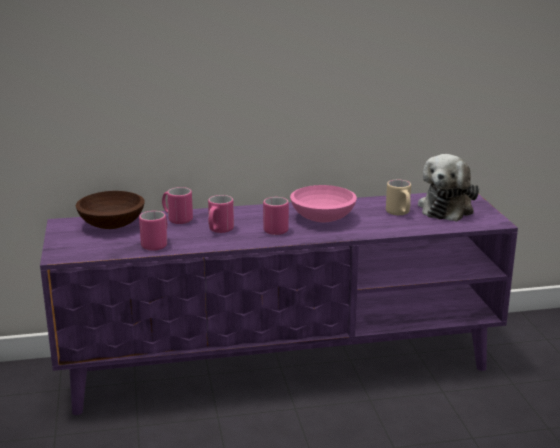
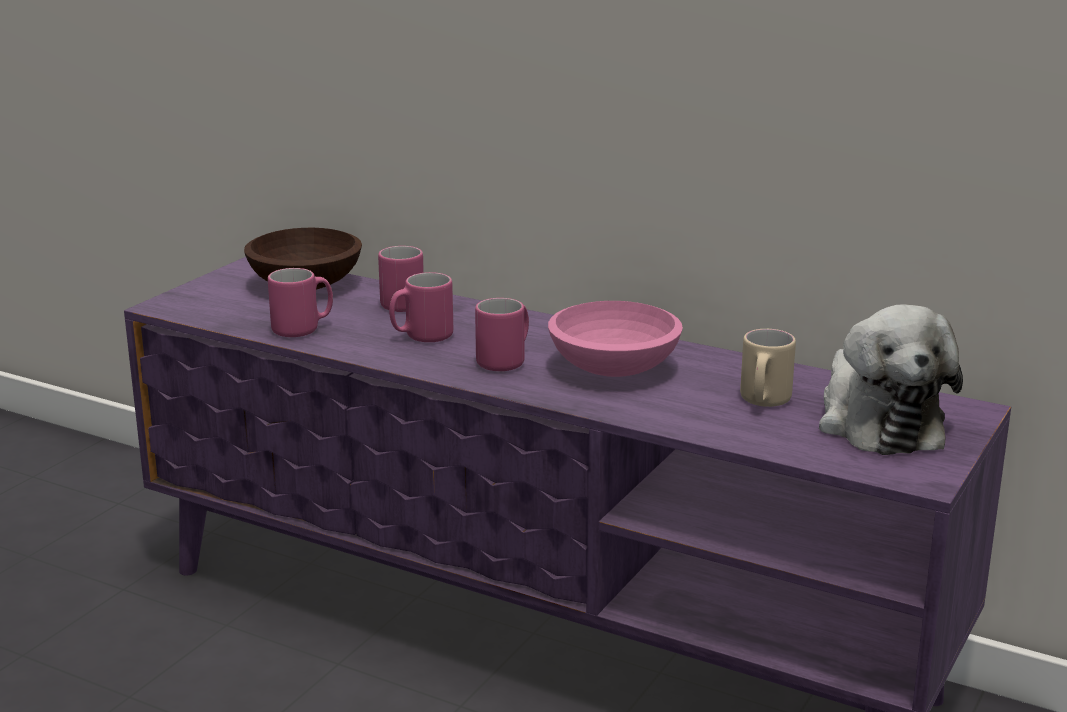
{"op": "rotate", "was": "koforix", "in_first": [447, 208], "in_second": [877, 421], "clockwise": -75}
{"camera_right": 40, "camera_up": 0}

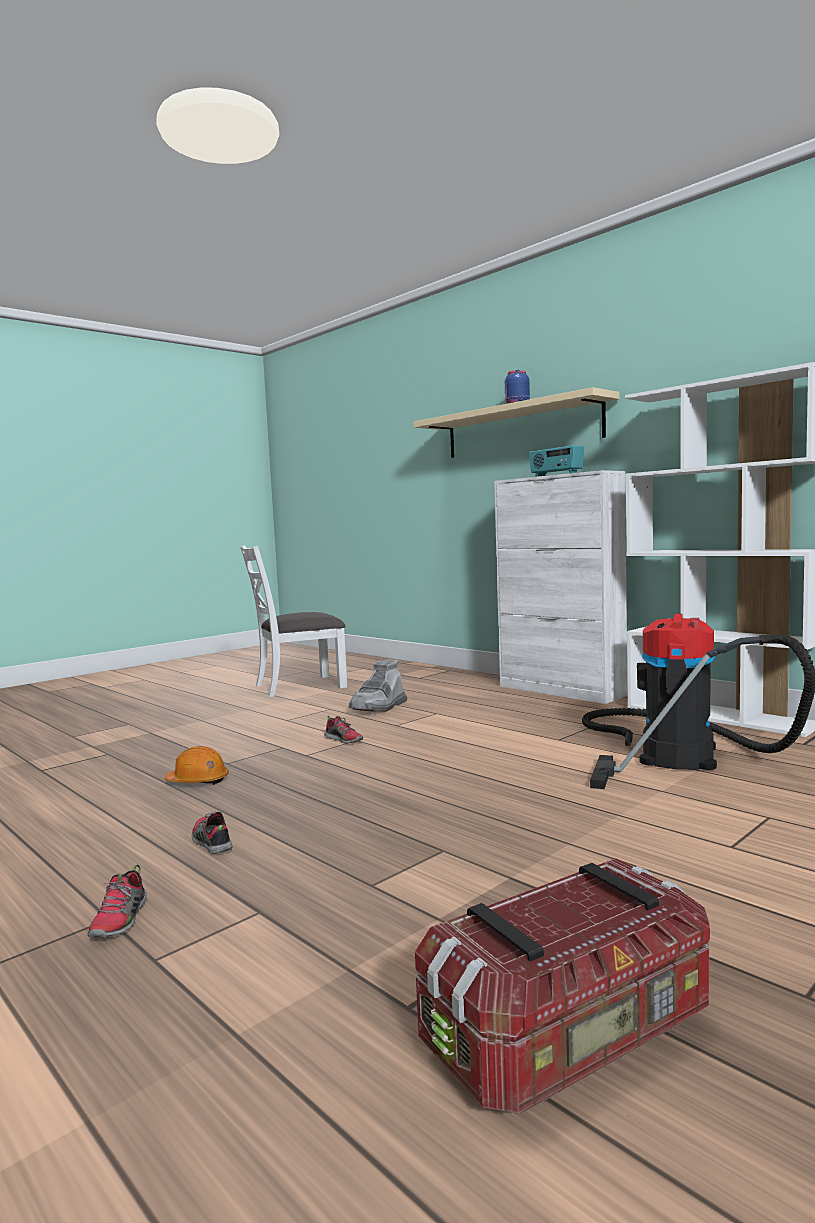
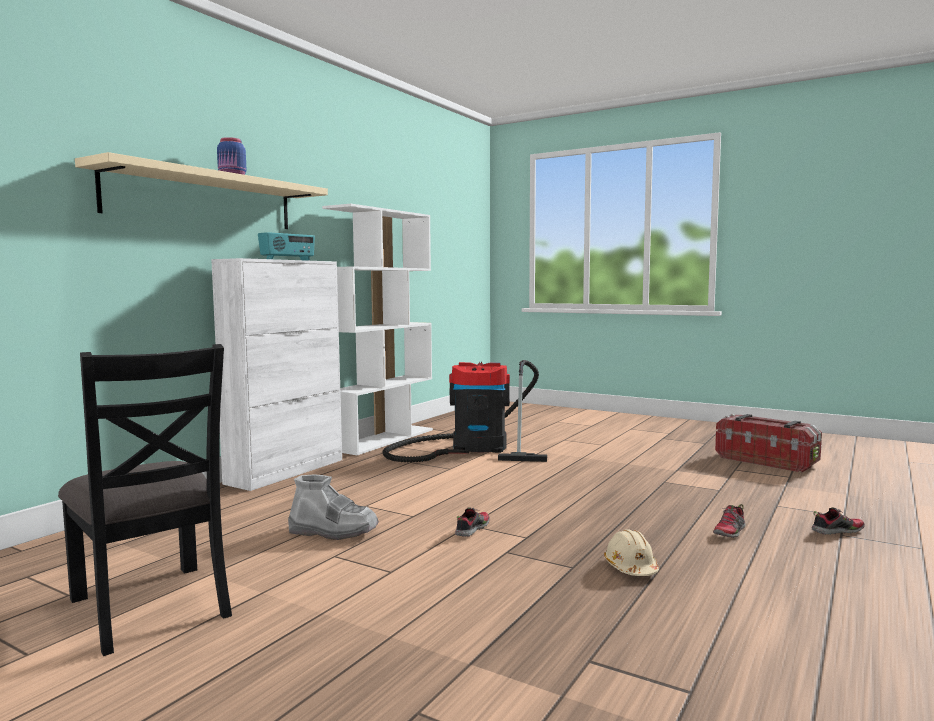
{"op": "recolor", "was": "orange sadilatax", "now": "beige sadilatax", "in_first": [198, 781], "in_second": [630, 567]}
{"op": "recolor", "was": "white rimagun", "now": "black rimagun", "in_first": [299, 686], "in_second": [152, 606]}
{"camera_right": -105, "camera_up": 0}

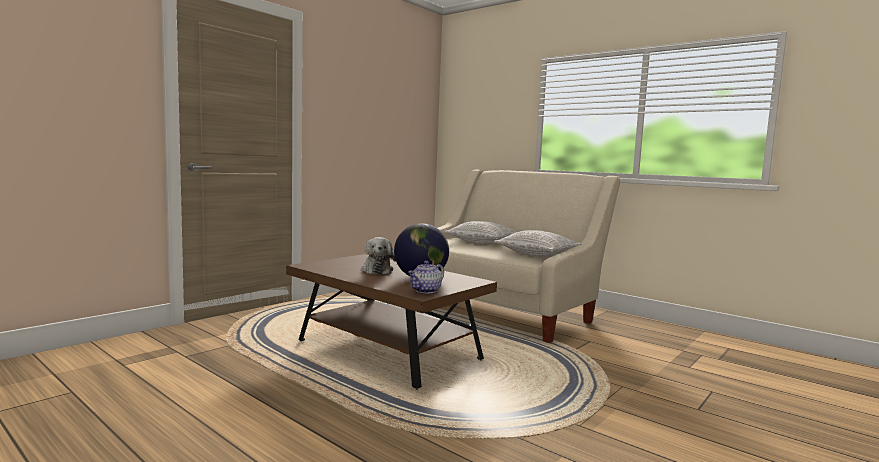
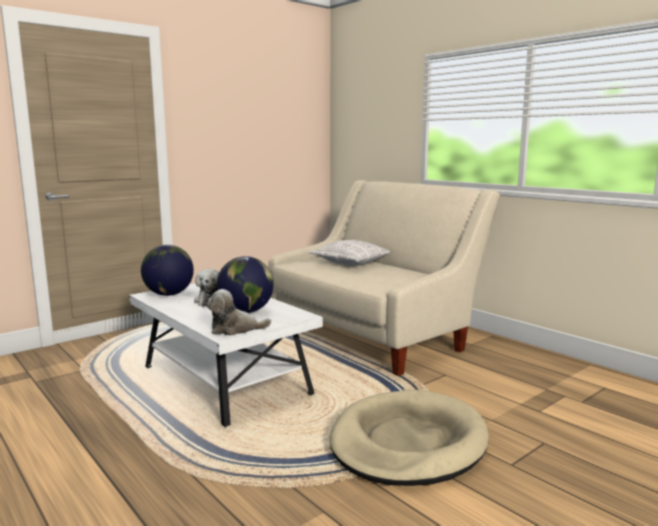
{"op": "delete", "was": "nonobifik", "in_first": [537, 254]}
{"op": "insert", "now": "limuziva", "in_second": [169, 294]}
{"op": "insert", "now": "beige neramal", "in_second": [407, 443]}
{"op": "replace", "was": "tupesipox", "now": "koforix", "in_first": [426, 291], "in_second": [235, 329]}
{"op": "recolor", "was": "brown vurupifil", "now": "white vurupifil", "in_first": [387, 351], "in_second": [224, 381]}
{"camera_right": 10, "camera_up": 5}

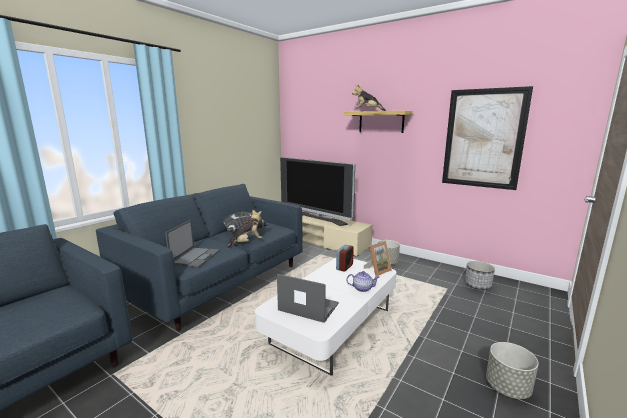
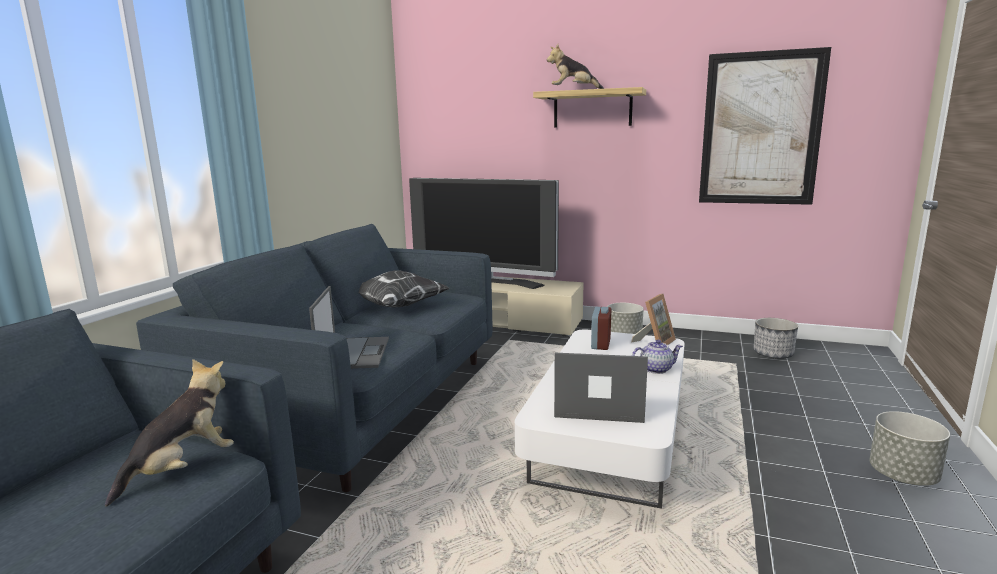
{"op": "move", "was": "koforix", "in_first": [247, 243], "in_second": [182, 469]}
{"camera_right": -15, "camera_up": 0}

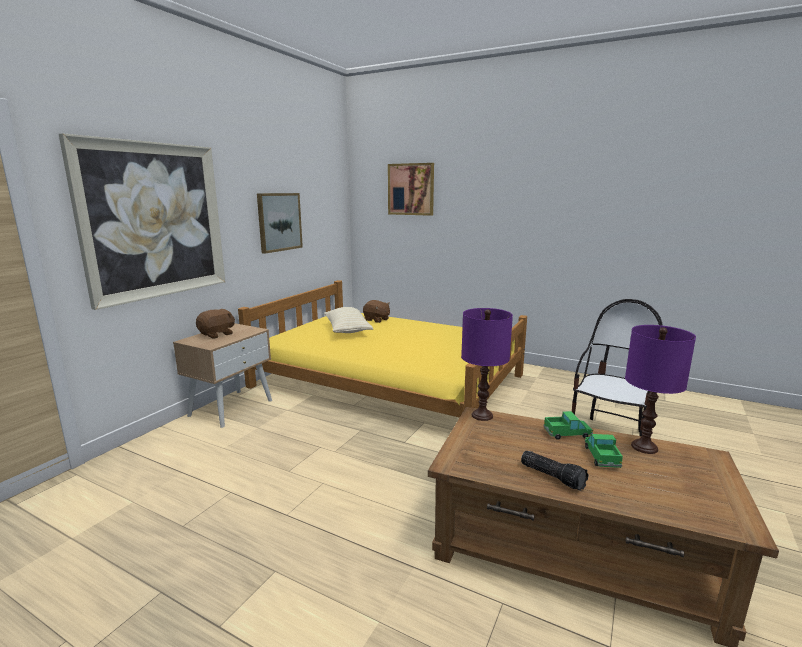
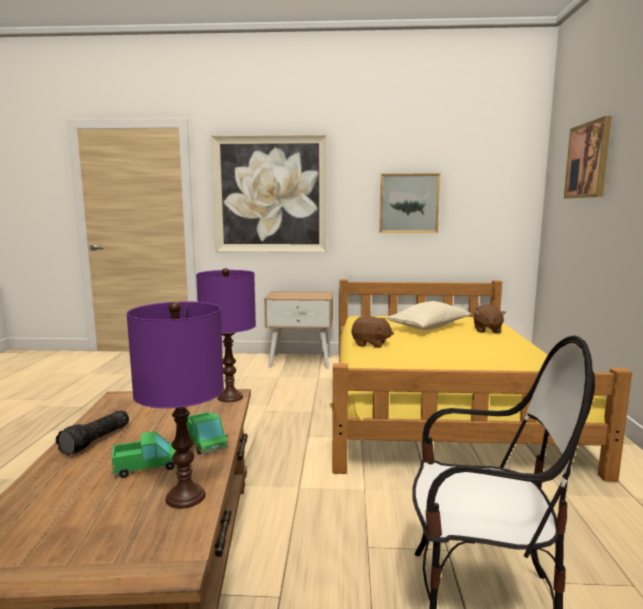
{"op": "move", "was": "brown koforix", "in_first": [217, 334], "in_second": [370, 344]}
{"camera_right": 65, "camera_up": -5}

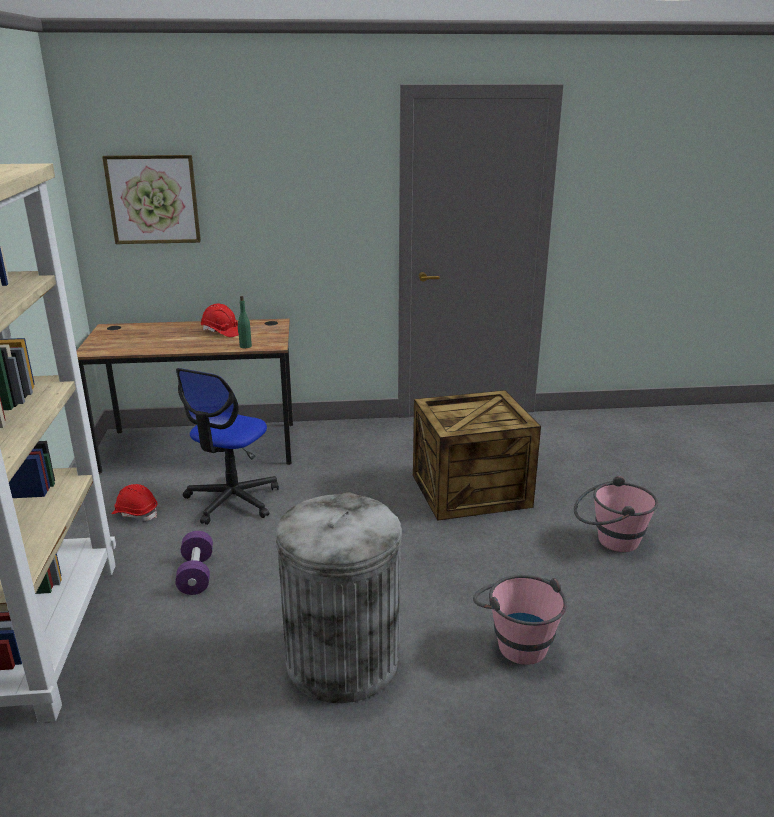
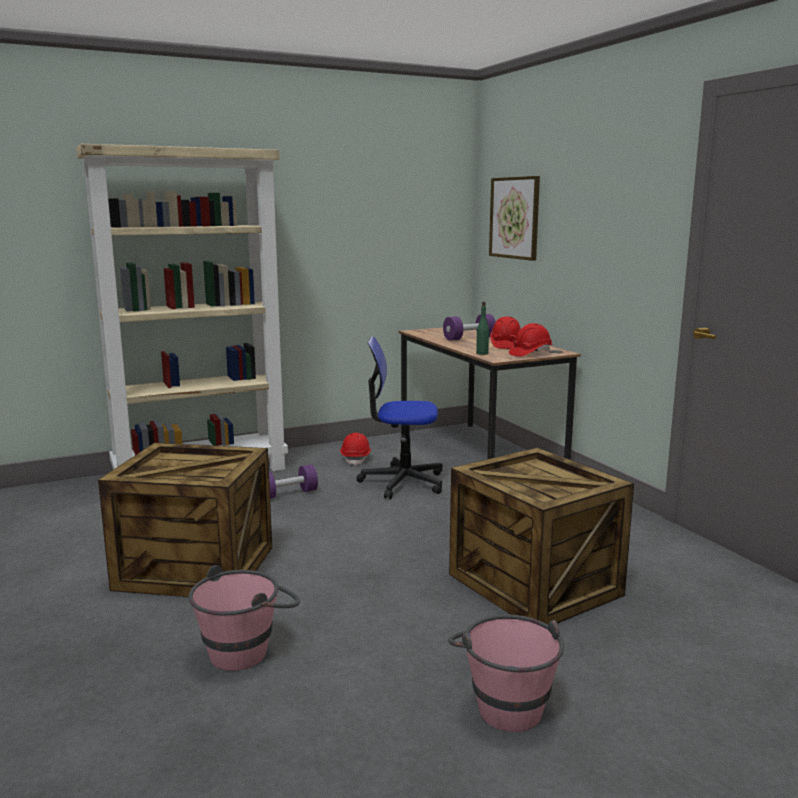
{"op": "insert", "now": "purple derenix", "in_second": [469, 338]}
{"op": "insert", "now": "red sadilatax", "in_second": [530, 353]}
{"op": "replace", "was": "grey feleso", "now": "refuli", "in_first": [342, 659], "in_second": [197, 567]}
{"camera_right": 70, "camera_up": -10}

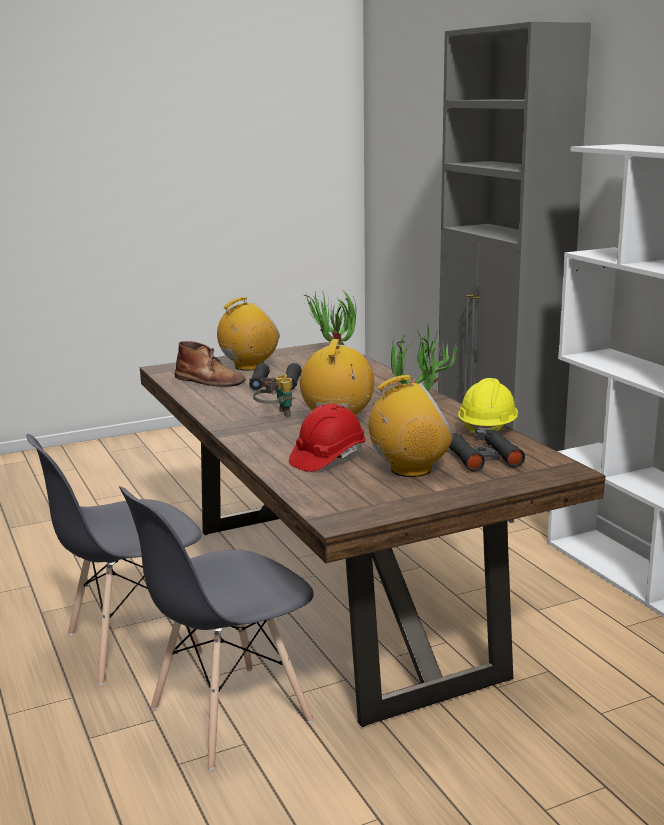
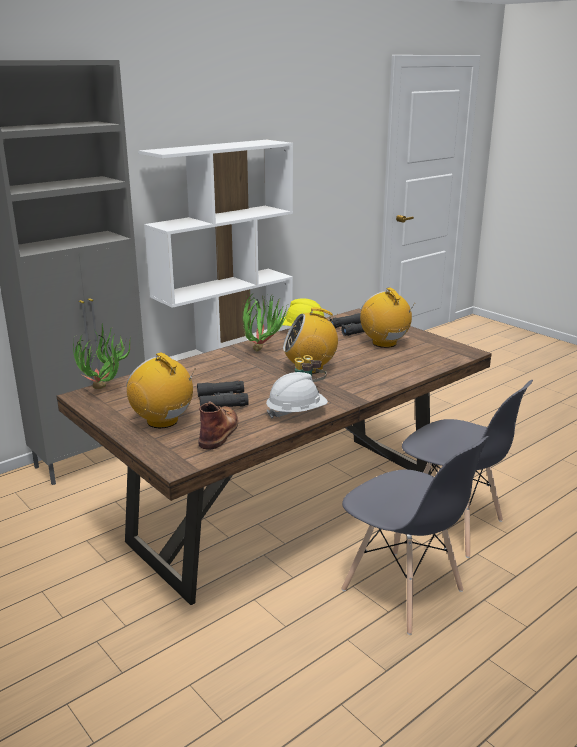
{"op": "delete", "was": "red sadilatax", "in_first": [327, 458]}
{"op": "insert", "now": "white sadilatax", "in_second": [296, 412]}
{"camera_right": -105, "camera_up": 5}

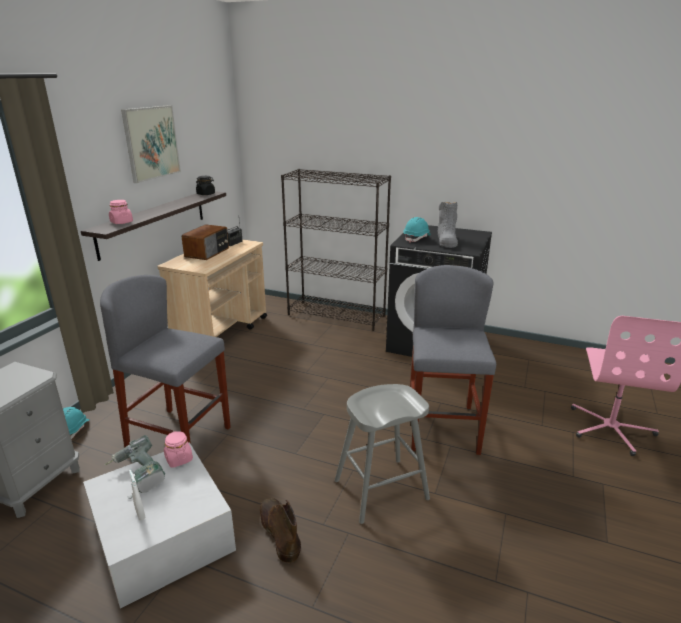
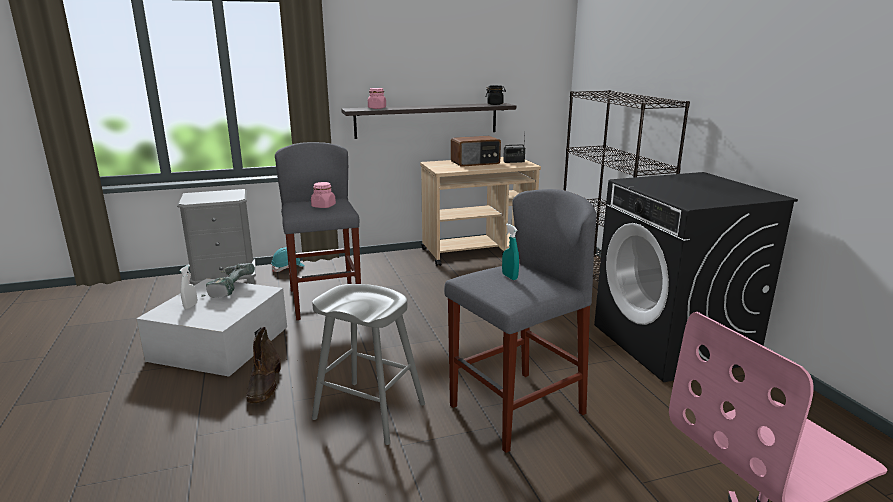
{"op": "delete", "was": "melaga", "in_first": [151, 143]}
{"op": "delete", "was": "turquoise sadilatax", "in_first": [417, 238]}
{"op": "delete", "was": "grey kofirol", "in_first": [446, 241]}
{"op": "insert", "now": "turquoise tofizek", "in_second": [509, 277]}
{"op": "move", "was": "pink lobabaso", "in_first": [179, 459], "in_second": [323, 206]}
{"op": "rotate", "was": "brown kofirol", "in_first": [279, 532], "in_second": [264, 385], "clockwise": 150}
{"camera_right": 50, "camera_up": -5}

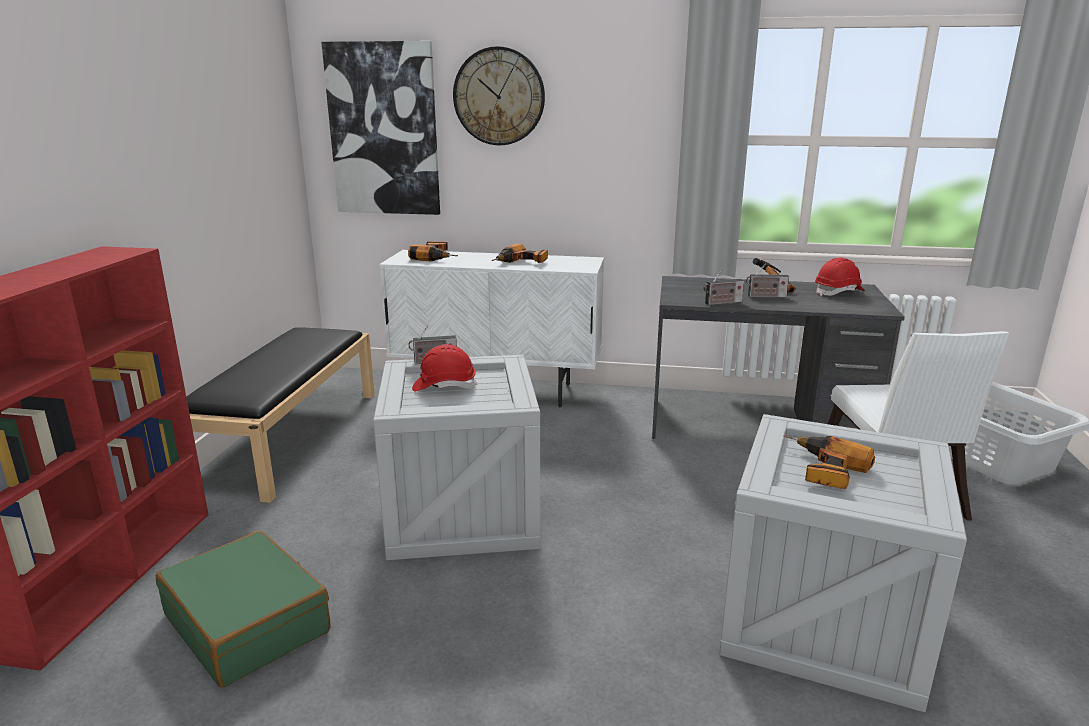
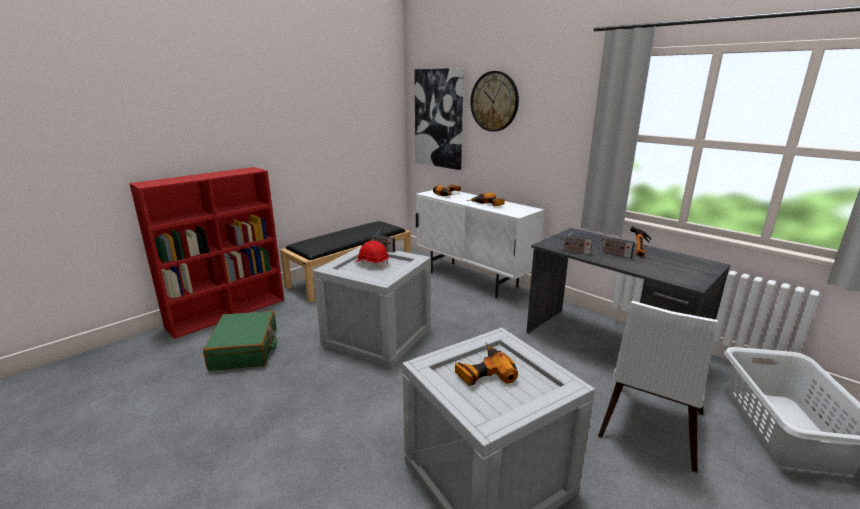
{"op": "delete", "was": "red sadilatax", "in_first": [838, 292]}
{"camera_right": 35, "camera_up": 0}

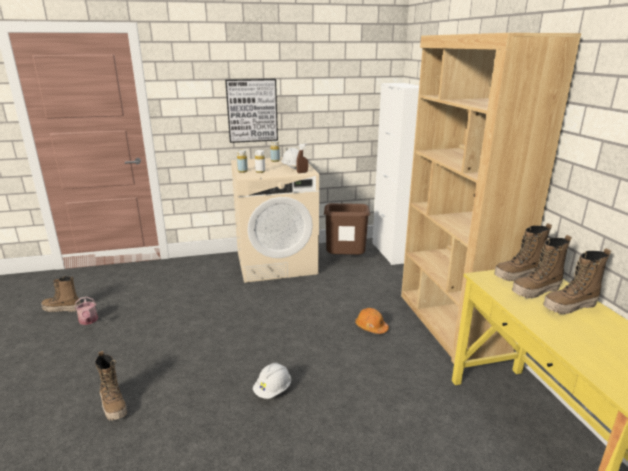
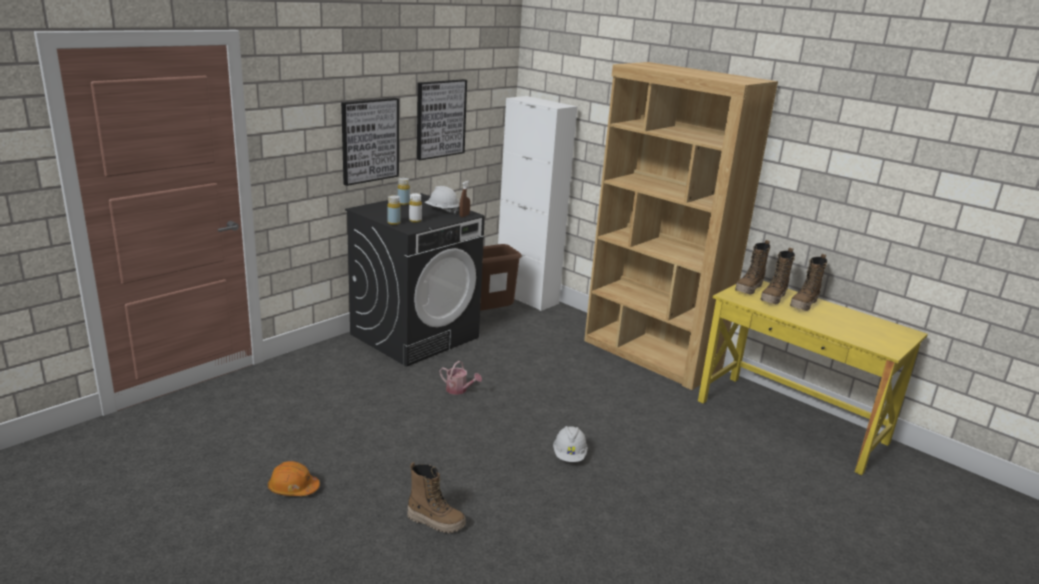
{"op": "delete", "was": "kofirol", "in_first": [62, 309]}
{"op": "insert", "now": "melaga", "in_second": [440, 119]}
{"op": "move", "was": "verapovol", "in_first": [88, 321], "in_second": [459, 390]}
{"op": "move", "was": "orange sadilatax", "in_first": [371, 327], "in_second": [293, 488]}
{"op": "recolor", "was": "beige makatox", "now": "black makatox", "in_first": [276, 263], "in_second": [415, 335]}
{"camera_right": -35, "camera_up": 0}

